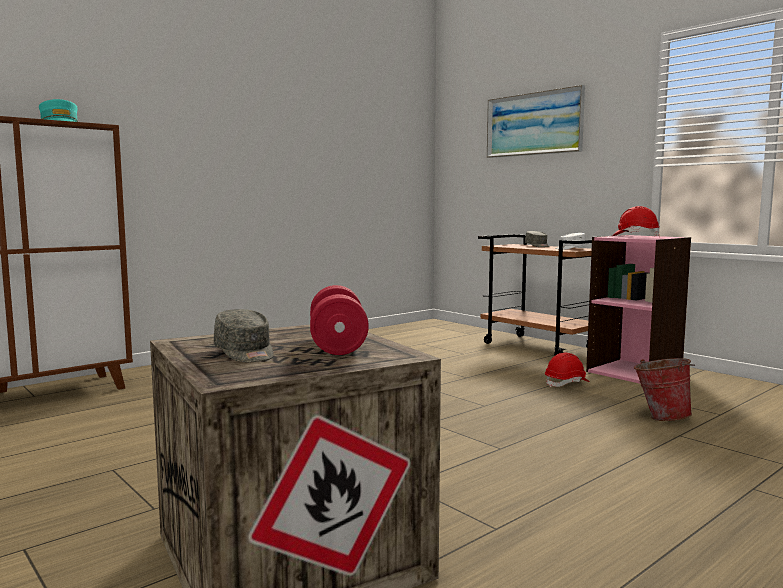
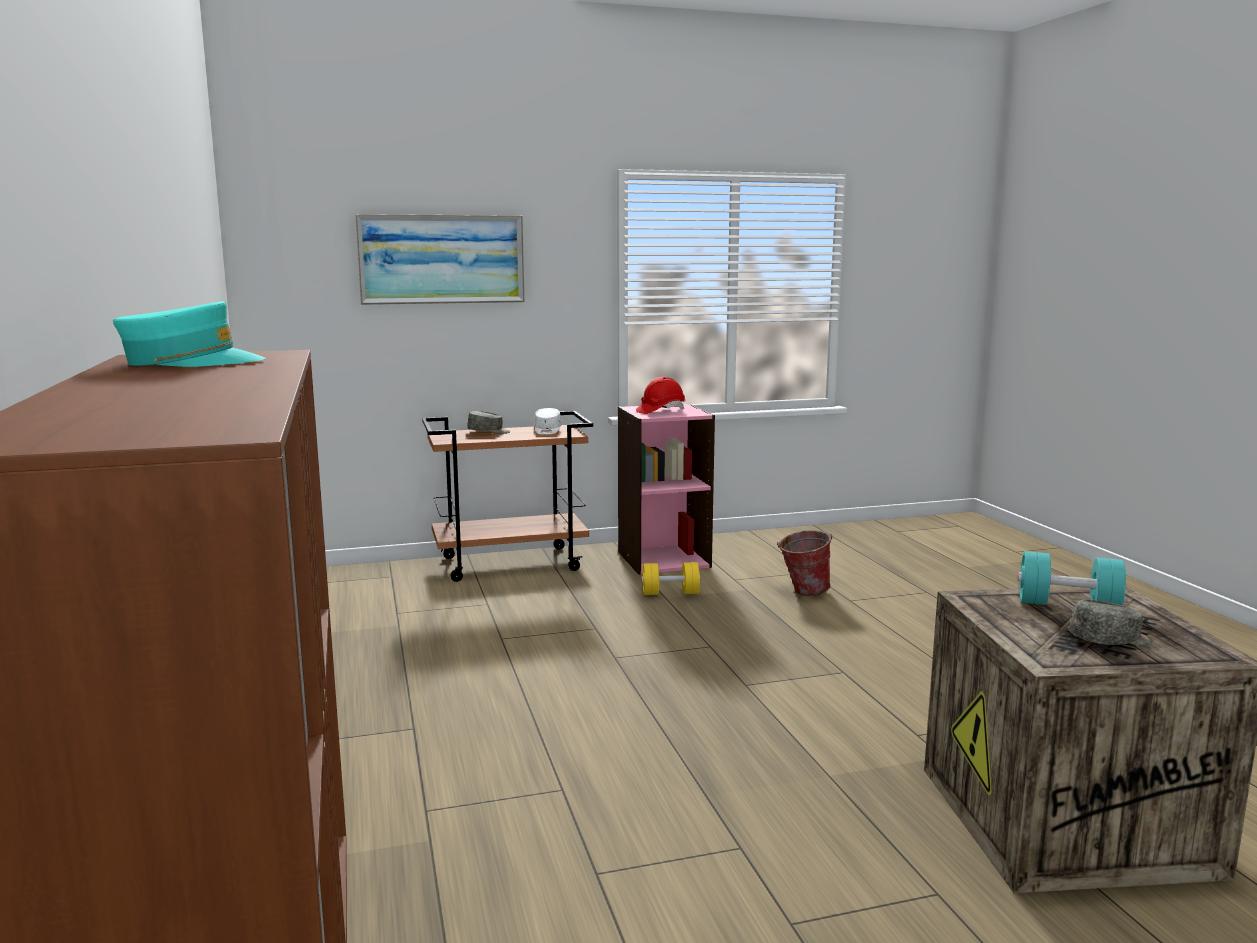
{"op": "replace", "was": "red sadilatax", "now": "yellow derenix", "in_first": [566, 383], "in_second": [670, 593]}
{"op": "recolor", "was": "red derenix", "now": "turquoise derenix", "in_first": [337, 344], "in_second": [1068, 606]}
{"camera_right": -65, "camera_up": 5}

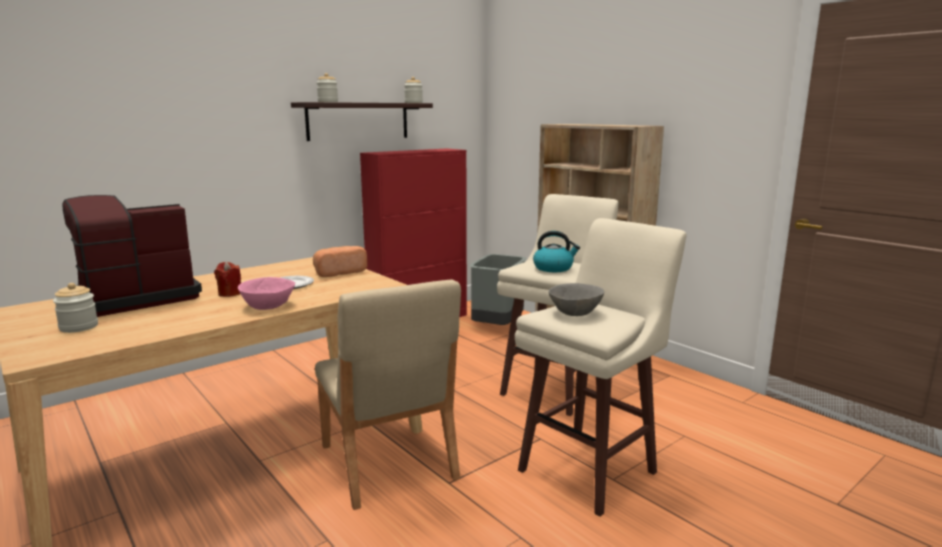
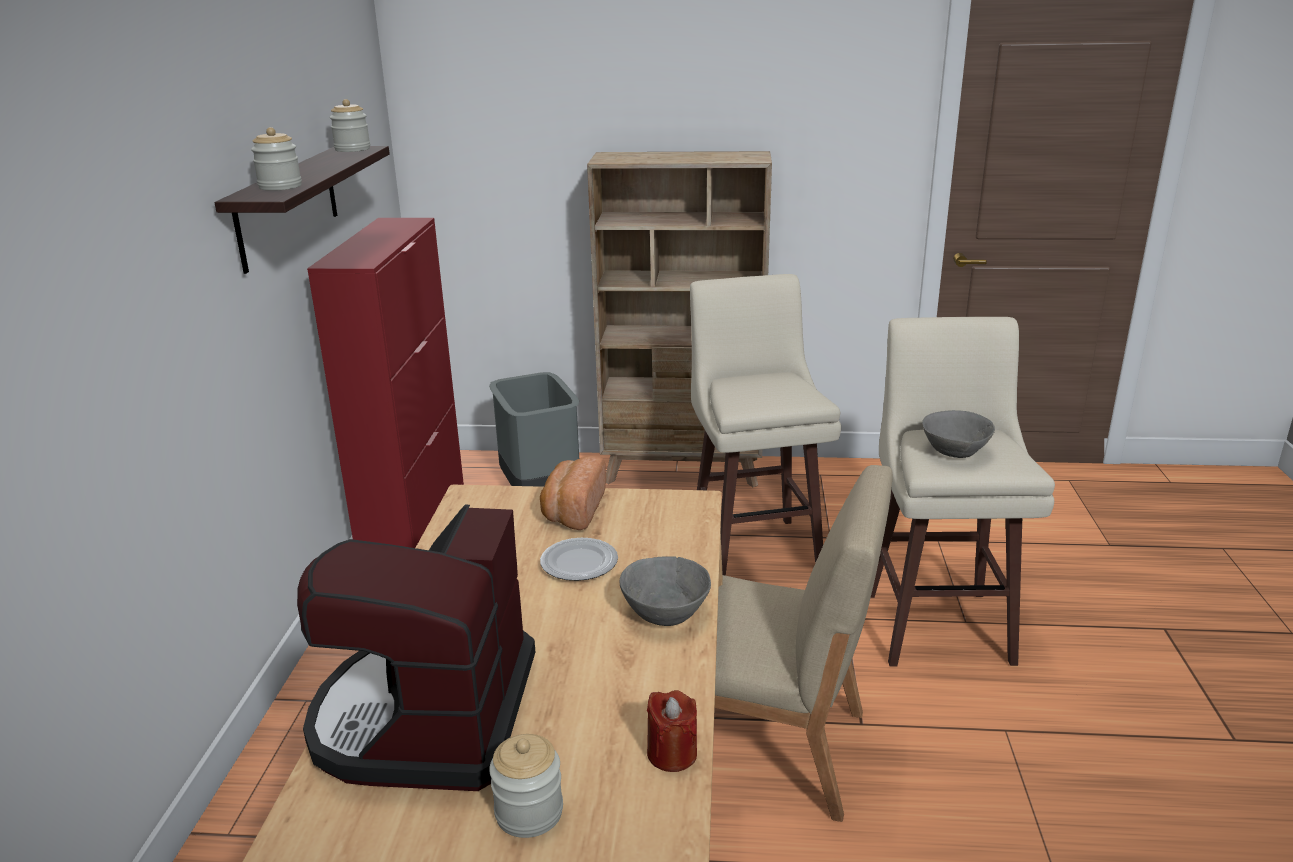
{"op": "delete", "was": "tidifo", "in_first": [553, 268]}
{"op": "move", "was": "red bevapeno", "in_first": [230, 293], "in_second": [672, 754]}
{"op": "recolor", "was": "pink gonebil", "now": "grey gonebil", "in_first": [268, 306], "in_second": [666, 613]}
{"camera_right": -45, "camera_up": 10}

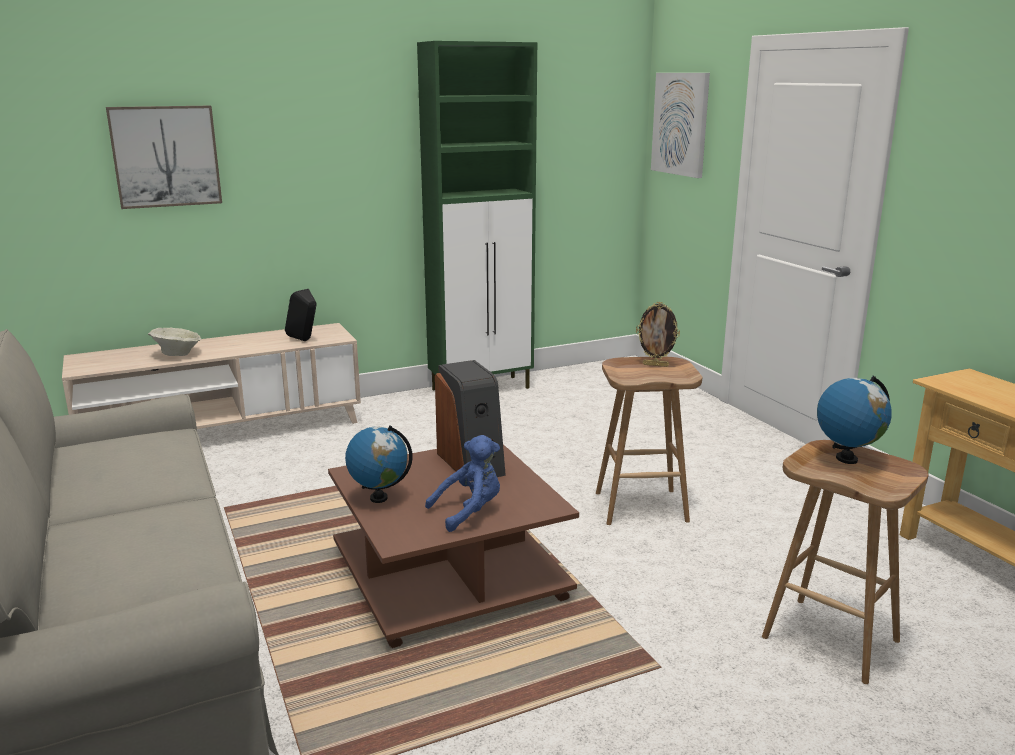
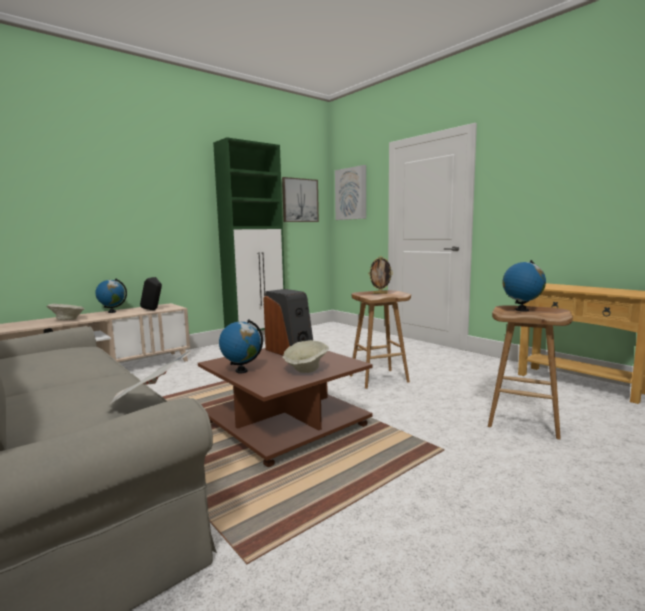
{"op": "insert", "now": "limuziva", "in_second": [112, 312]}
{"op": "insert", "now": "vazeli", "in_second": [150, 399]}
{"op": "move", "was": "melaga", "in_first": [165, 156], "in_second": [300, 200]}
{"op": "replace", "was": "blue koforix", "now": "beige gonebil", "in_first": [469, 511], "in_second": [305, 370]}
{"camera_right": -15, "camera_up": -10}

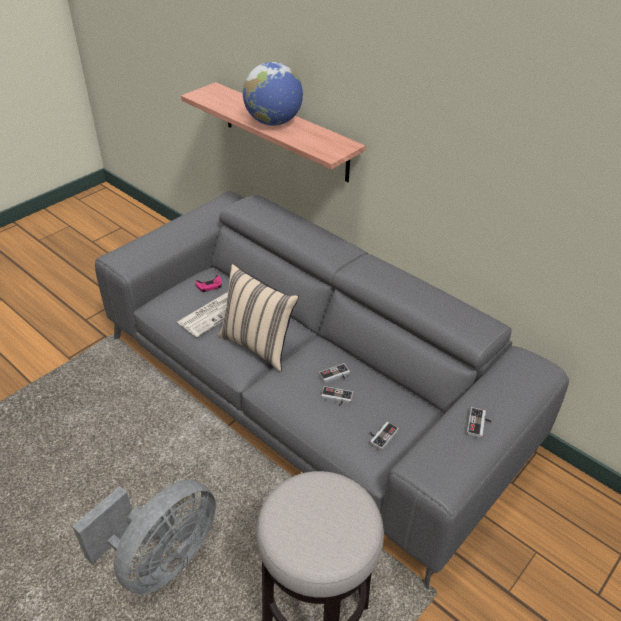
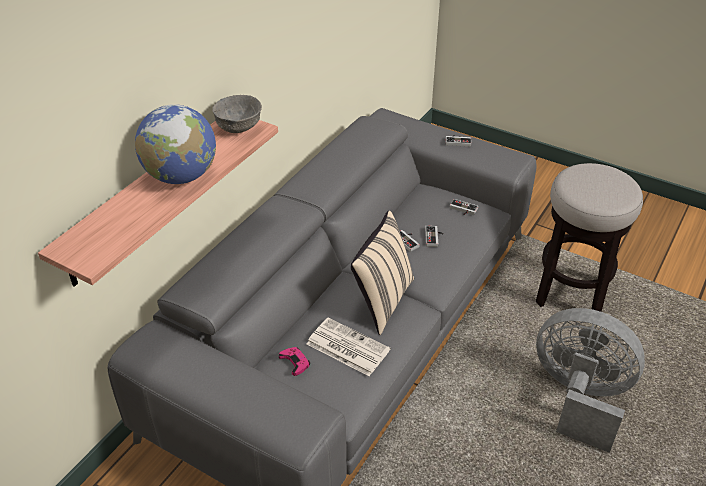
{"op": "insert", "now": "grey gonebil", "in_second": [239, 127]}
{"camera_right": -100, "camera_up": 0}

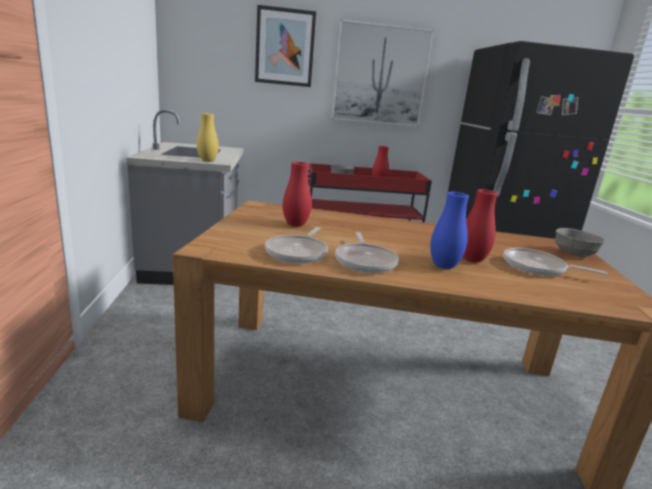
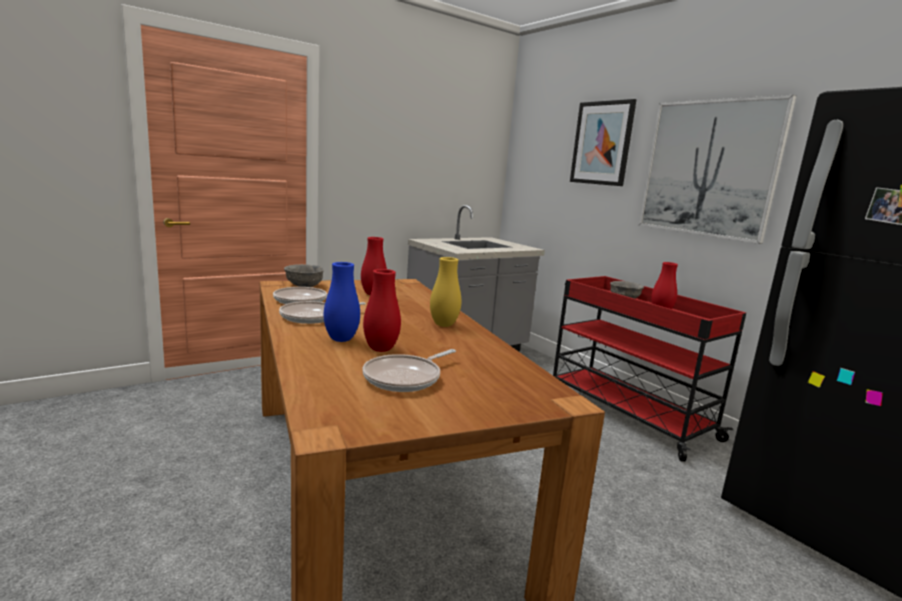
{"op": "move", "was": "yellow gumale", "in_first": [207, 161], "in_second": [443, 325]}
{"op": "move", "was": "grey gonebil", "in_first": [573, 254], "in_second": [304, 285]}
{"op": "rotate", "was": "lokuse", "in_first": [537, 268], "in_second": [405, 378], "clockwise": -135}
{"camera_right": 60, "camera_up": -5}

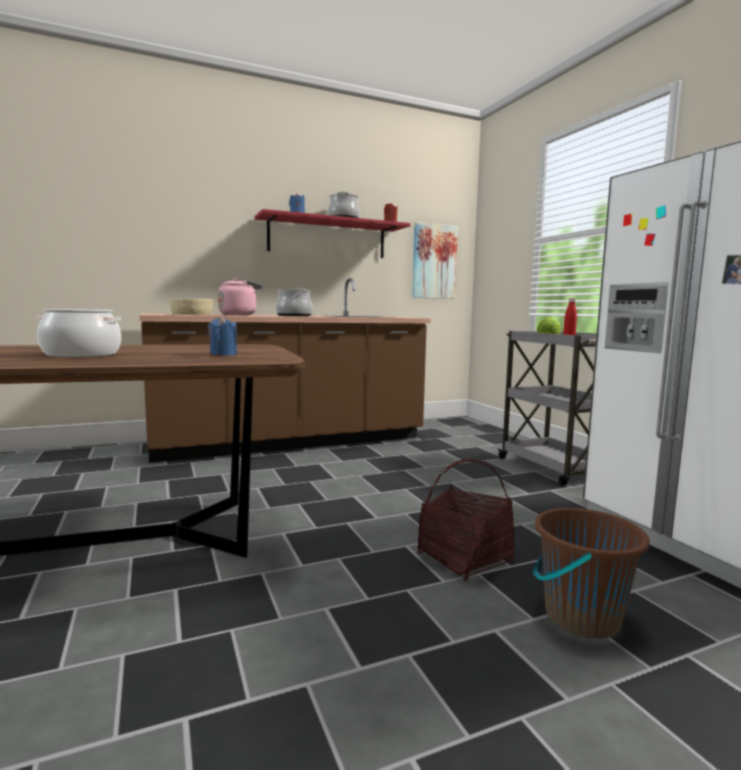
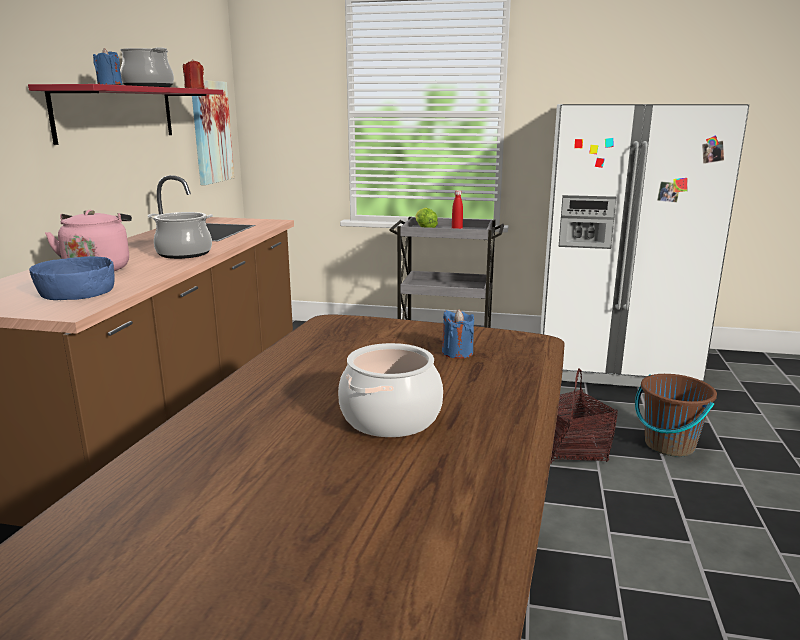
{"op": "recolor", "was": "beige gonebil", "now": "blue gonebil", "in_first": [191, 314], "in_second": [75, 292]}
{"camera_right": -55, "camera_up": 10}

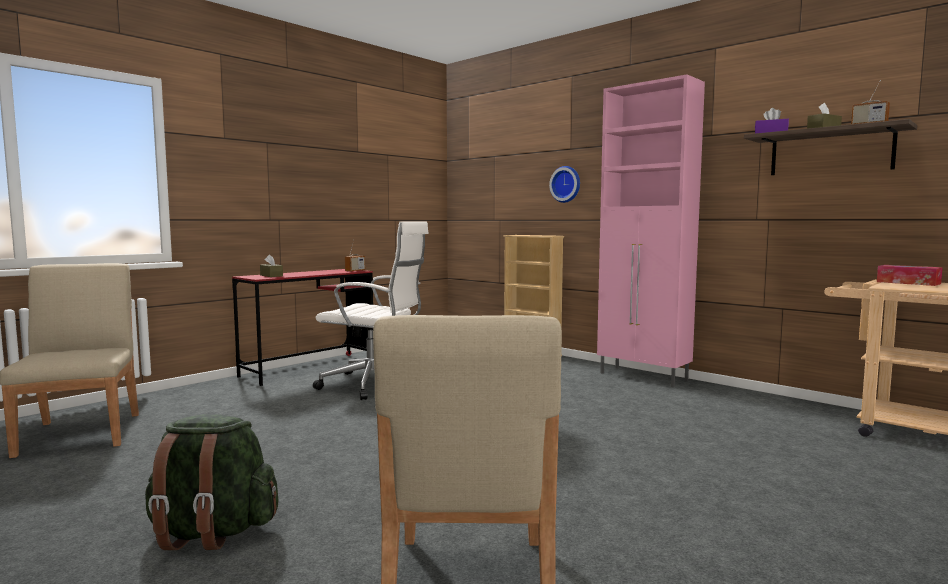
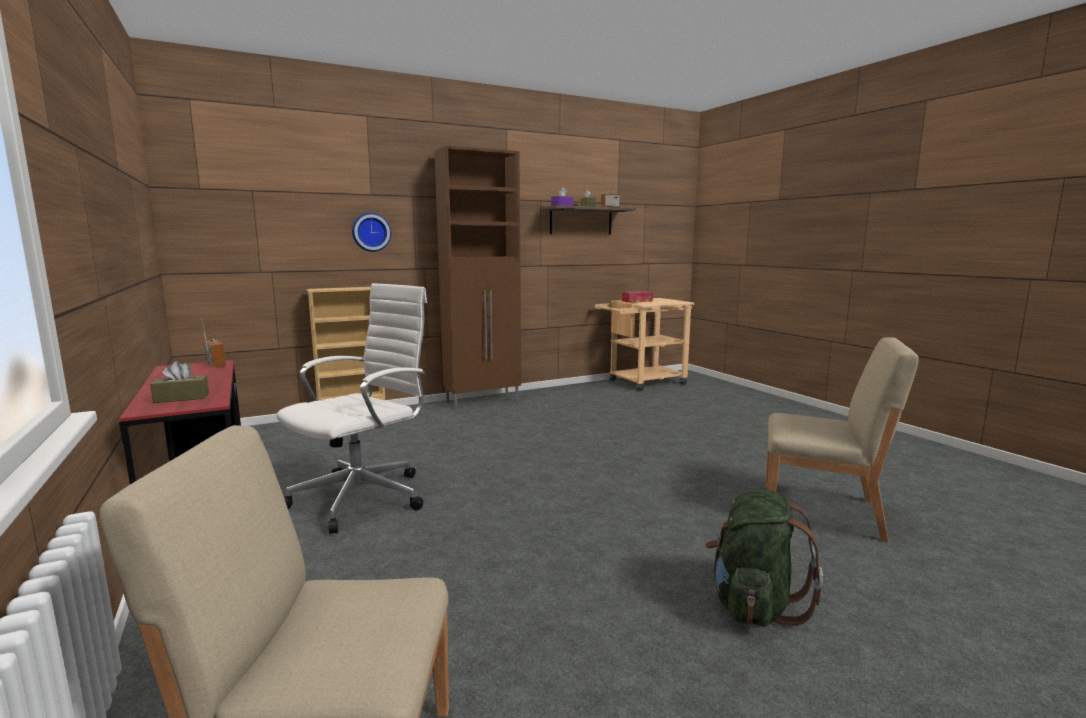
{"op": "recolor", "was": "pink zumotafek", "now": "brown zumotafek", "in_first": [644, 377], "in_second": [483, 401]}
{"camera_right": -70, "camera_up": 5}

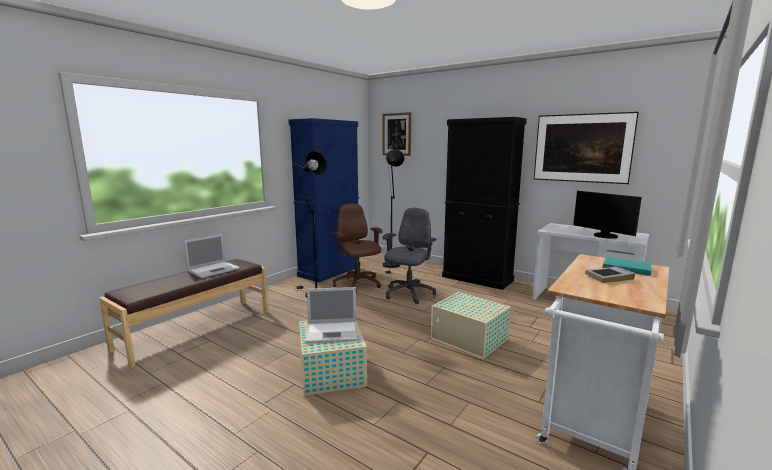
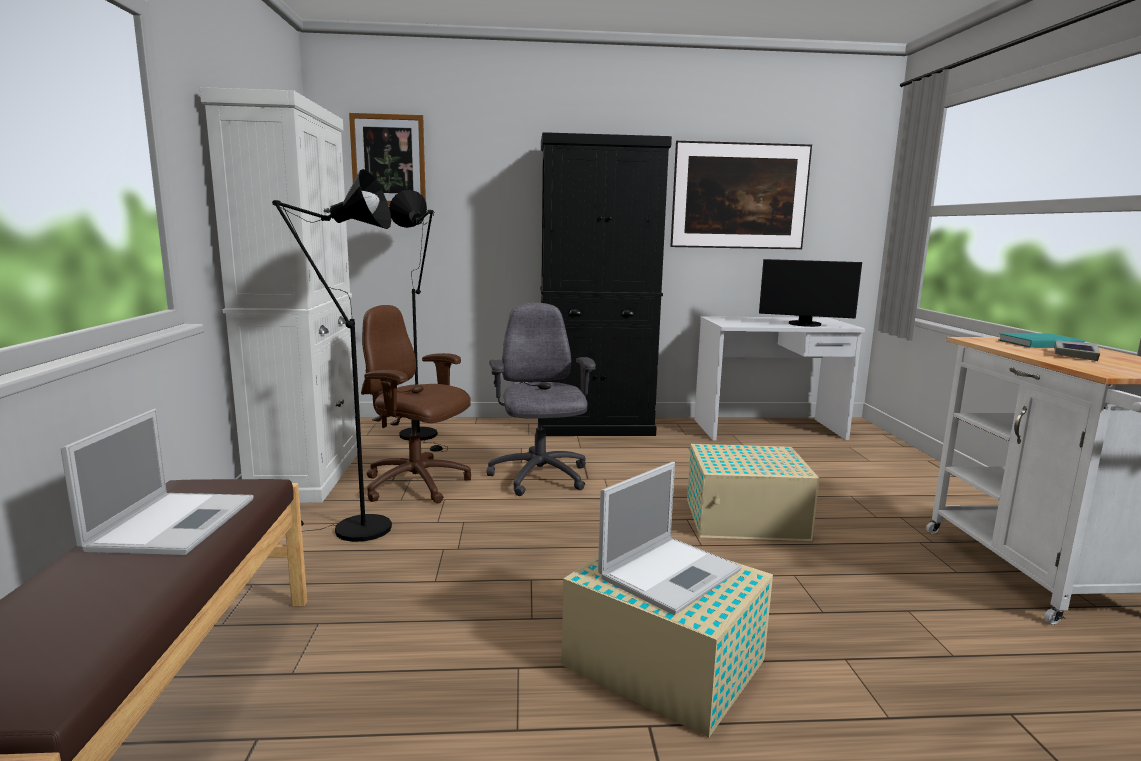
{"op": "recolor", "was": "blue zumotafek", "now": "white zumotafek", "in_first": [330, 271], "in_second": [307, 473]}
{"camera_right": -40, "camera_up": 0}

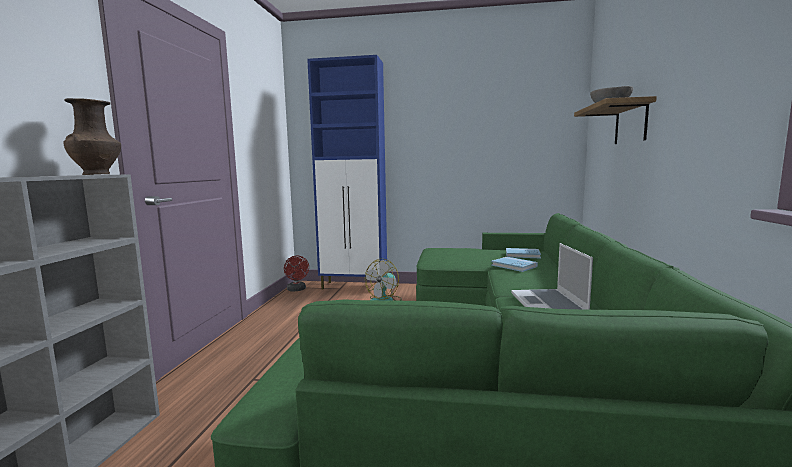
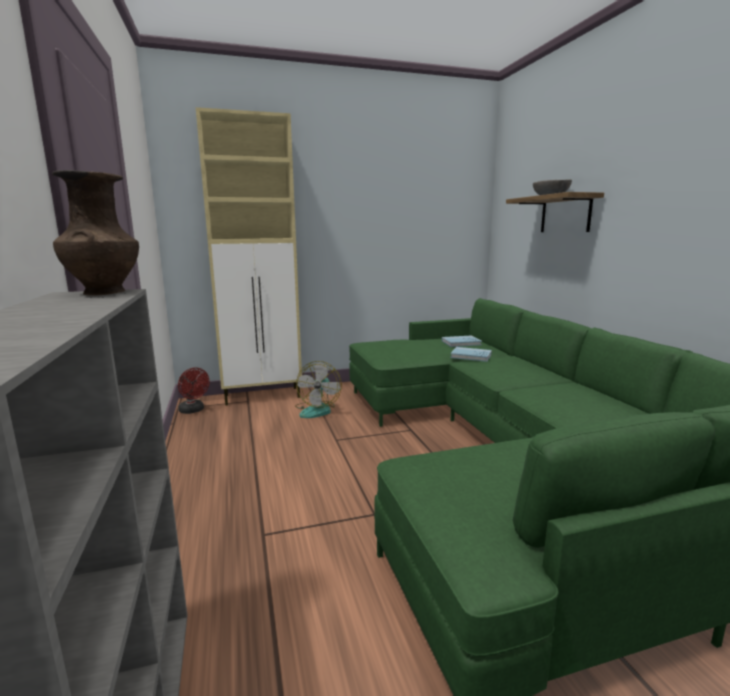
{"op": "delete", "was": "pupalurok", "in_first": [549, 305]}
{"op": "recolor", "was": "blue zumotafek", "now": "beige zumotafek", "in_first": [354, 286], "in_second": [263, 396]}
{"camera_right": -25, "camera_up": 5}

